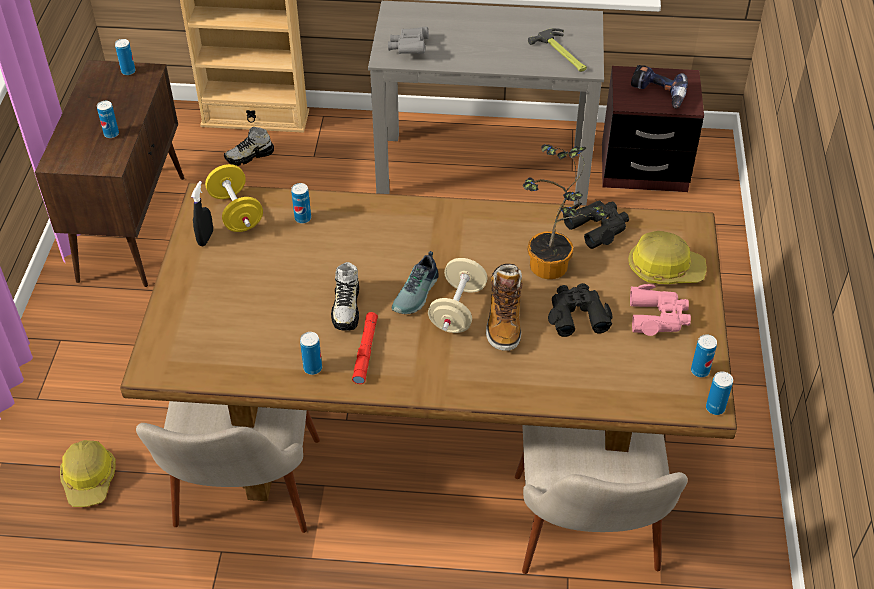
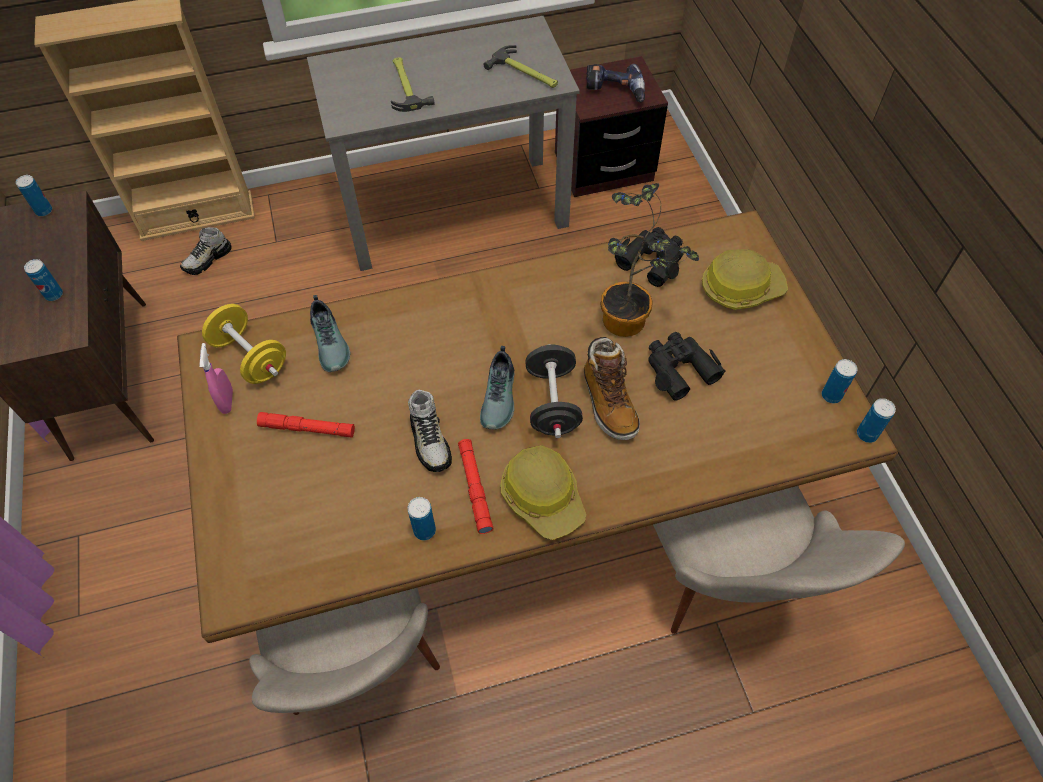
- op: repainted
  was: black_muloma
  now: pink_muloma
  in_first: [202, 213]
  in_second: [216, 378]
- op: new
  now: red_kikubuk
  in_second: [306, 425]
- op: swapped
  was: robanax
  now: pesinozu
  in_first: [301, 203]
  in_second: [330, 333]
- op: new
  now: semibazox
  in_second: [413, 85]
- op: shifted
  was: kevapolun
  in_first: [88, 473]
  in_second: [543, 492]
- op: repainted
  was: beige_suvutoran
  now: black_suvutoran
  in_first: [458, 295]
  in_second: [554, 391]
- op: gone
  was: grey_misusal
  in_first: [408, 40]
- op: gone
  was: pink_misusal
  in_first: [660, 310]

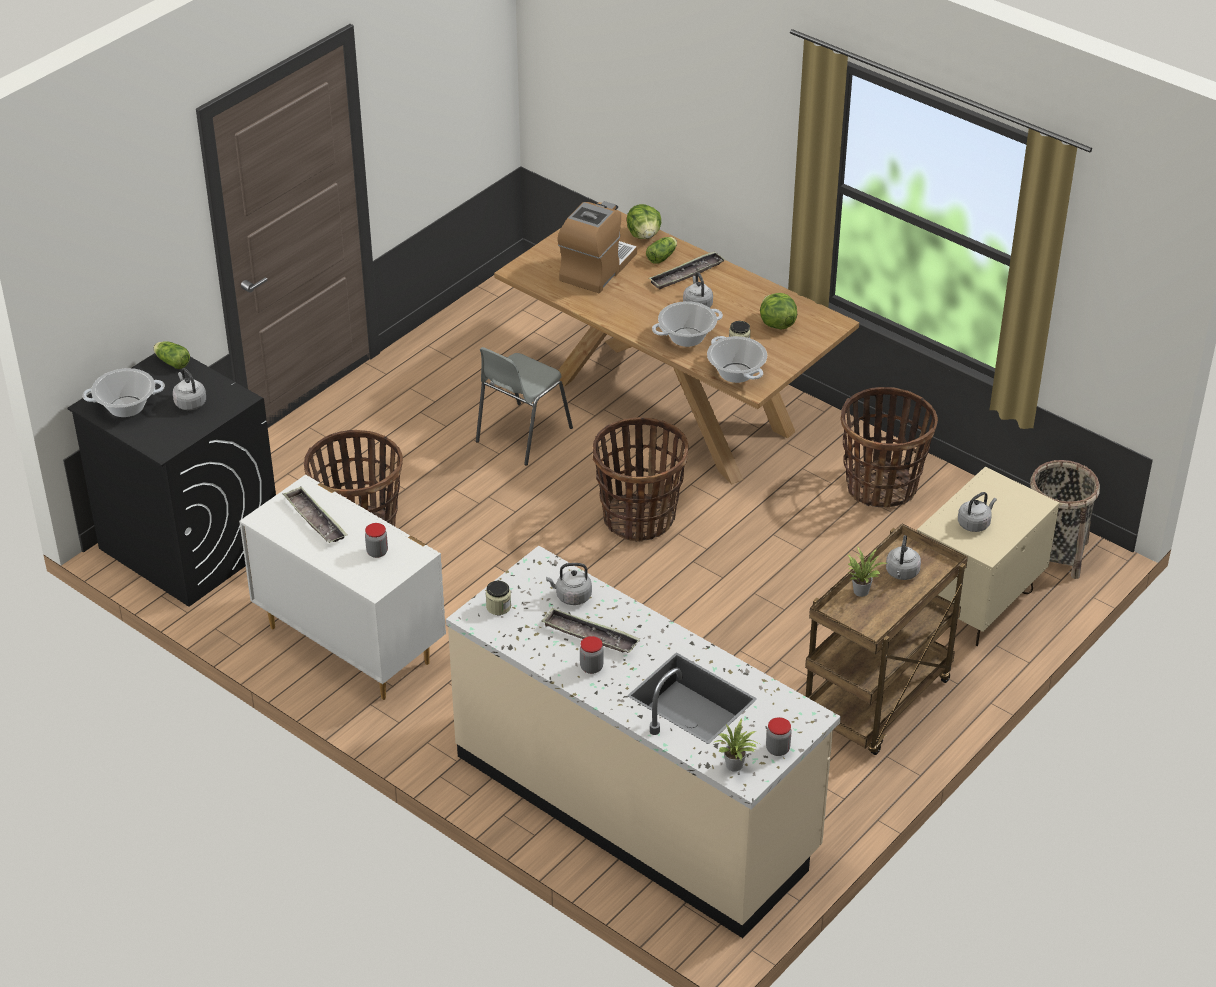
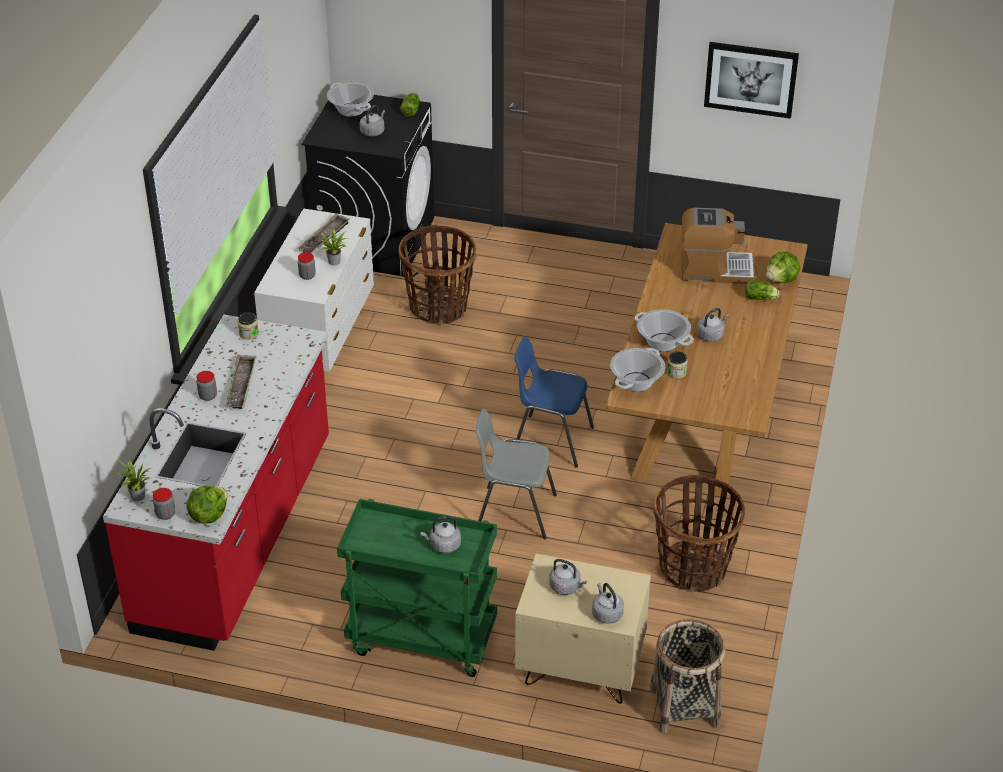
- op: repainted
  was: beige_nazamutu
  now: red_nazamutu
  in_first: [643, 742]
  in_second: [216, 483]
- op: shifted
  was: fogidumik
  in_first: [778, 311]
  in_second: [207, 505]
- op: shifted
  was: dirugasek
  in_first: [867, 572]
  in_second: [334, 247]
- op: repainted
  was: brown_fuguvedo
  now: green_fuguvedo
  in_first: [886, 639]
  in_second: [417, 588]
- op: shifted
  was: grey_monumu
  in_first: [524, 406]
  in_second: [516, 474]
- op: swapped
  was: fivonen
  now: blue_monumu
  in_first: [640, 479]
  in_second: [554, 402]
- op: shifted
  was: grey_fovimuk
  in_first: [569, 584]
  in_second: [608, 603]
- op: new
  now: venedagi
  in_second: [751, 80]
- op: gone
  was: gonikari
  in_first: [687, 270]

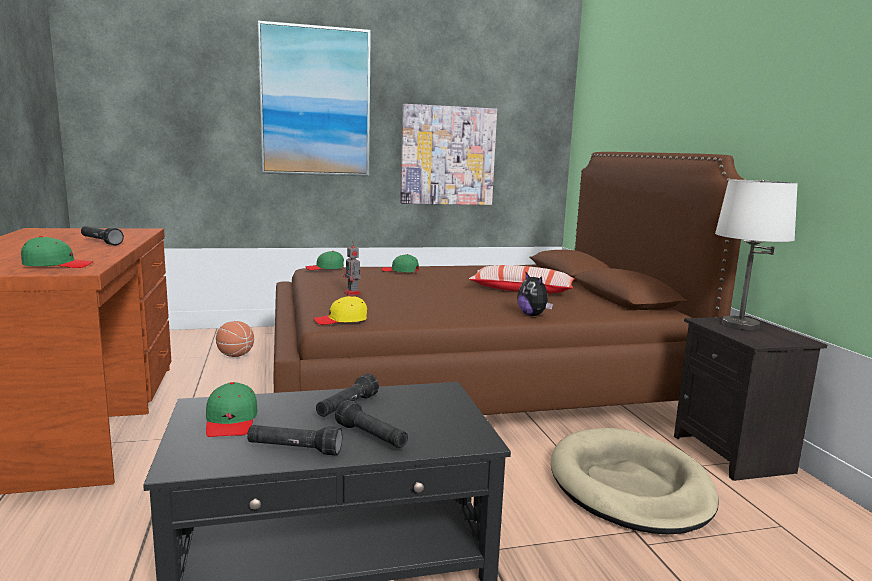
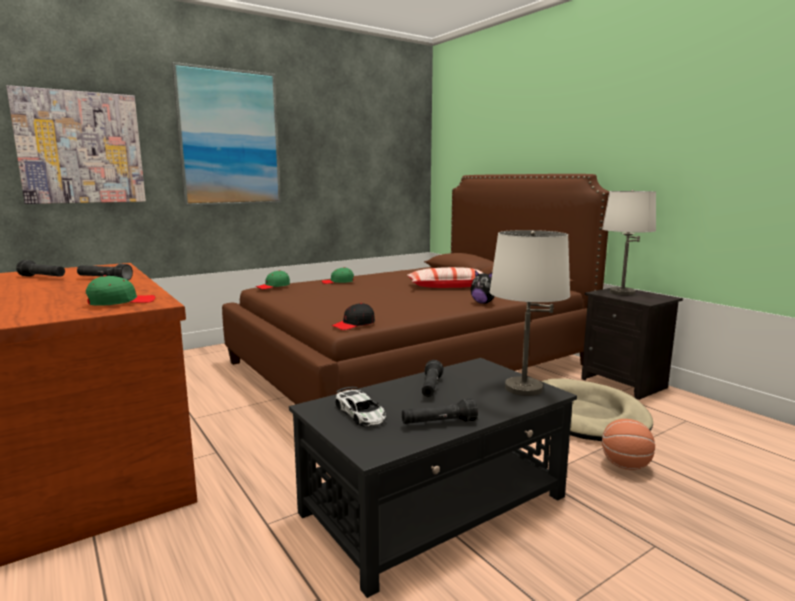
- op: shifted
  was: venedagi
  in_first: [448, 154]
  in_second: [76, 144]
- op: shifted
  was: black_kikubuk
  in_first: [371, 424]
  in_second: [40, 268]
- op: repainted
  was: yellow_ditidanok
  now: black_ditidanok
  in_first: [340, 310]
  in_second: [353, 316]
- op: swapped
  was: green_ditidanok
  now: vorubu
  in_first: [232, 409]
  in_second: [360, 407]
- op: new
  now: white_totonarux
  in_second: [529, 313]
- op: shifted
  was: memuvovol
  in_first: [235, 339]
  in_second: [628, 444]
- op: gone
  was: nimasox
  in_first: [352, 269]

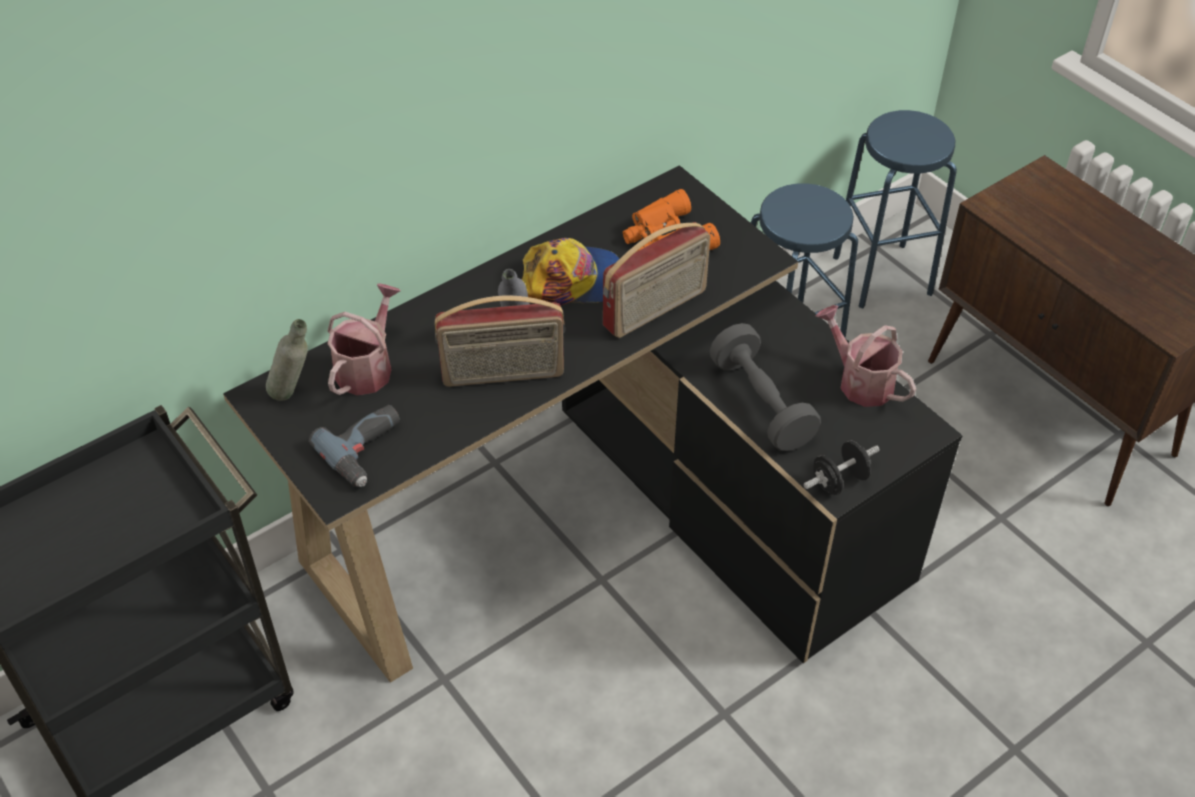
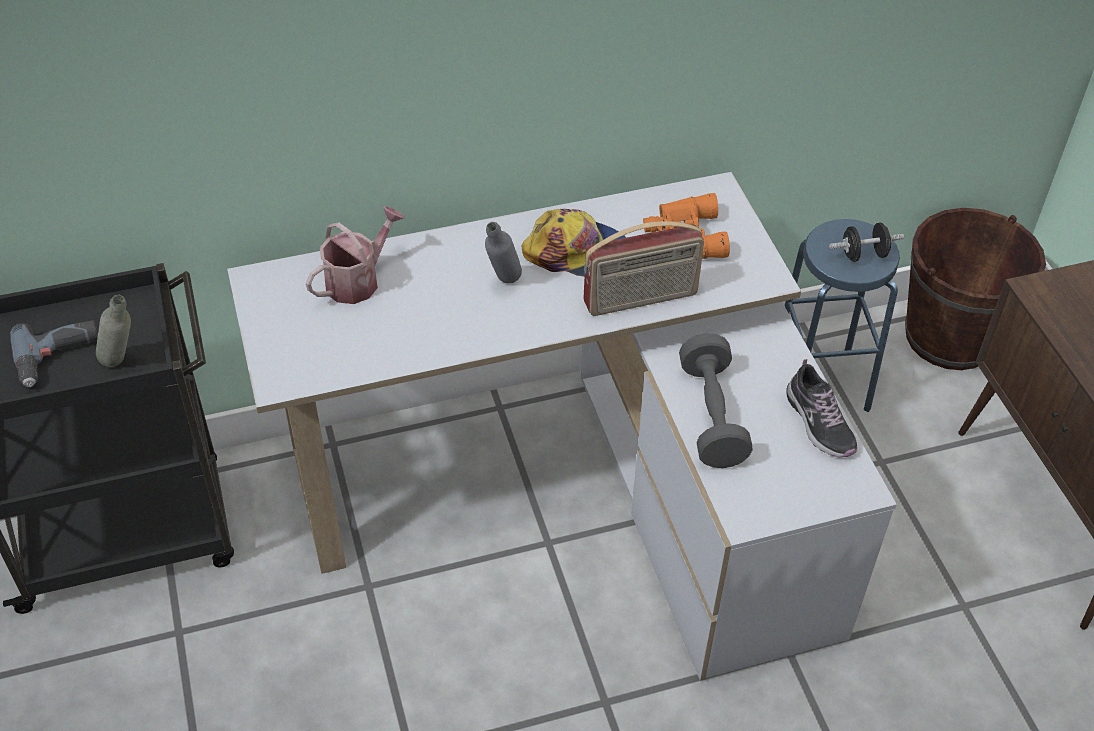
- op: shifted
  was: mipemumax
  in_first: [354, 446]
  in_second: [54, 354]
- op: shifted
  was: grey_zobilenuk
  in_first: [287, 360]
  in_second: [113, 331]
- op: repainted
  was: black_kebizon
  now: white_kebizon
  in_first: [593, 424]
  in_second: [562, 426]
- op: swapped
  was: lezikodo
  now: pesinozu
  in_first: [865, 356]
  in_second: [821, 408]
- op: shifted
  was: black_suvutoran
  in_first: [841, 467]
  in_second: [866, 242]
- op: swapped
  was: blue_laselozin
  now: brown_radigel
  in_first: [895, 209]
  in_second: [975, 289]
- op: gone
  was: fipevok
  in_first: [500, 341]

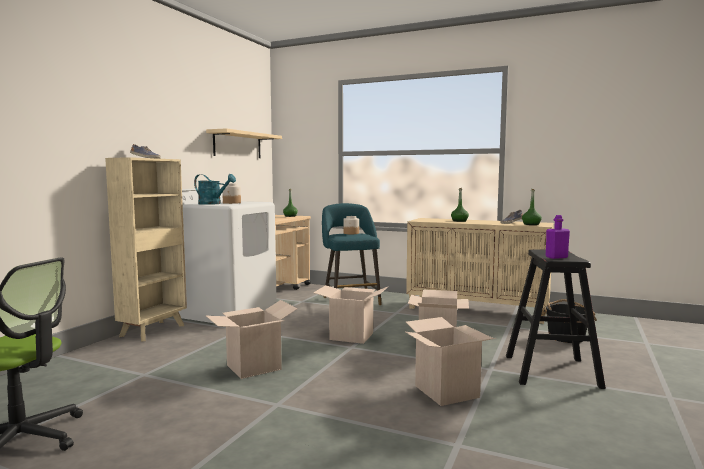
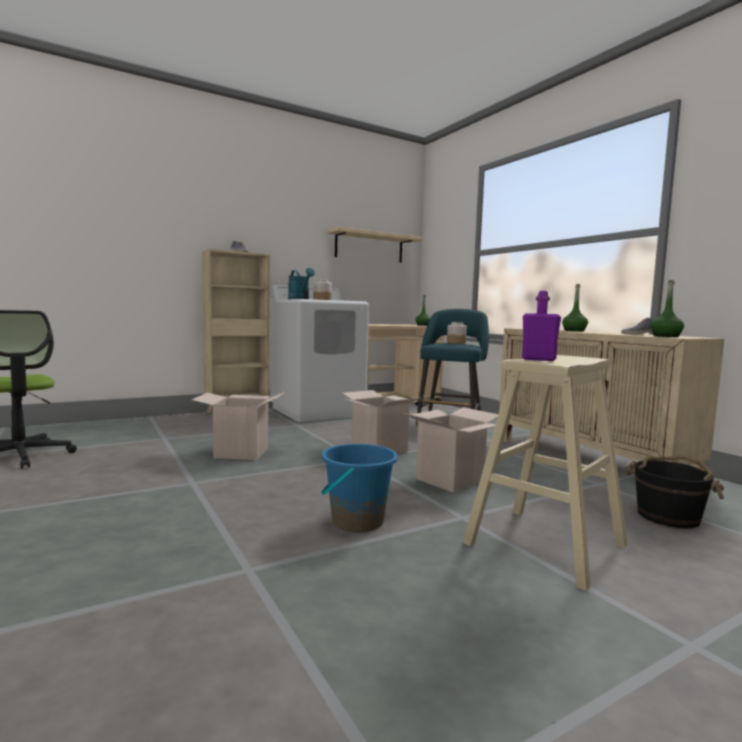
- op: swapped
  was: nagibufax
  now: blue_radigel
  in_first: [450, 361]
  in_second: [359, 488]
- op: repainted
  was: black_laselozin
  now: beige_laselozin
  in_first: [556, 319]
  in_second: [545, 473]

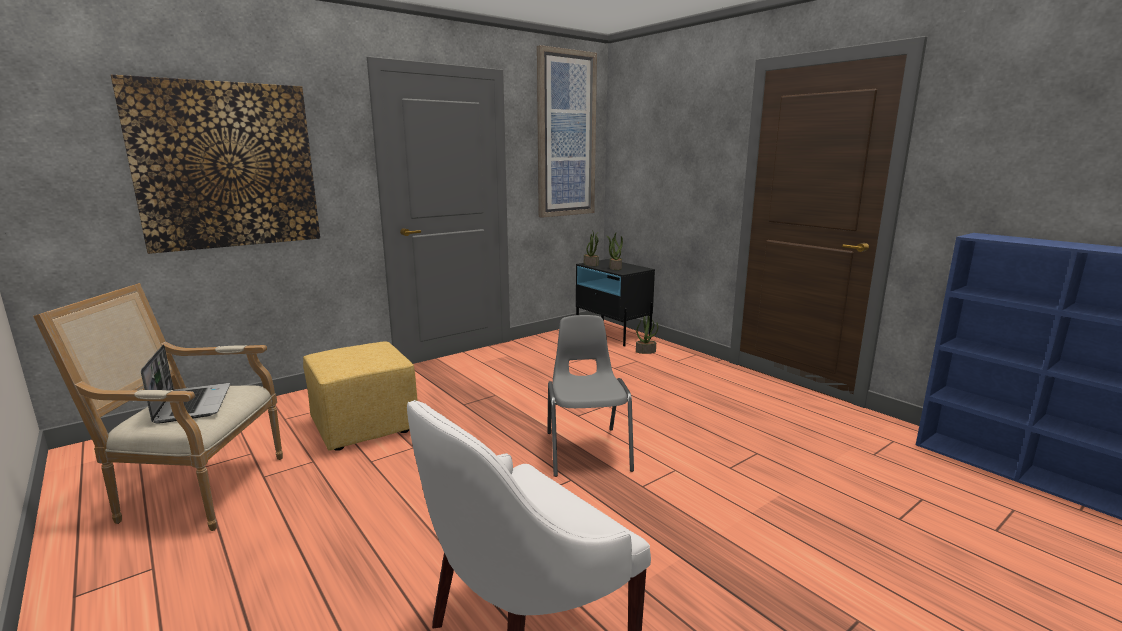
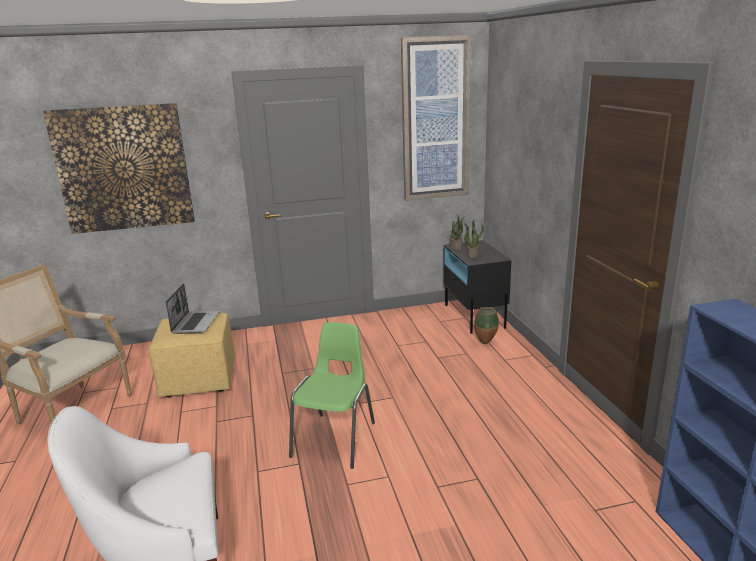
- op: shifted
  was: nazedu
  in_first: [185, 384]
  in_second: [193, 308]
- op: repainted
  was: grey_monumu
  now: green_monumu
  in_first: [590, 396]
  in_second: [332, 395]
- op: swapped
  was: dirugasek
  now: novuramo
  in_first: [647, 335]
  in_second: [486, 325]

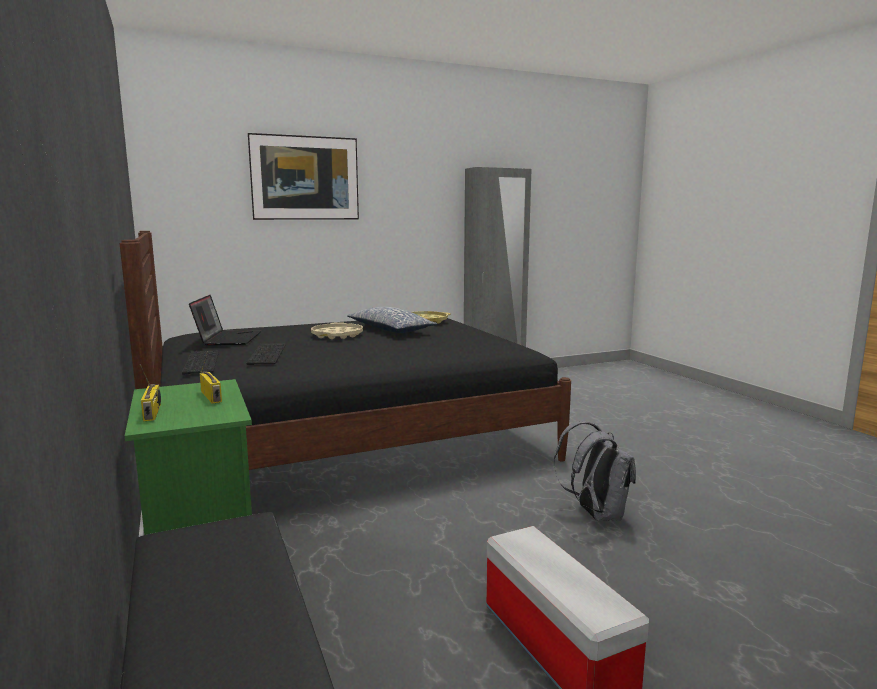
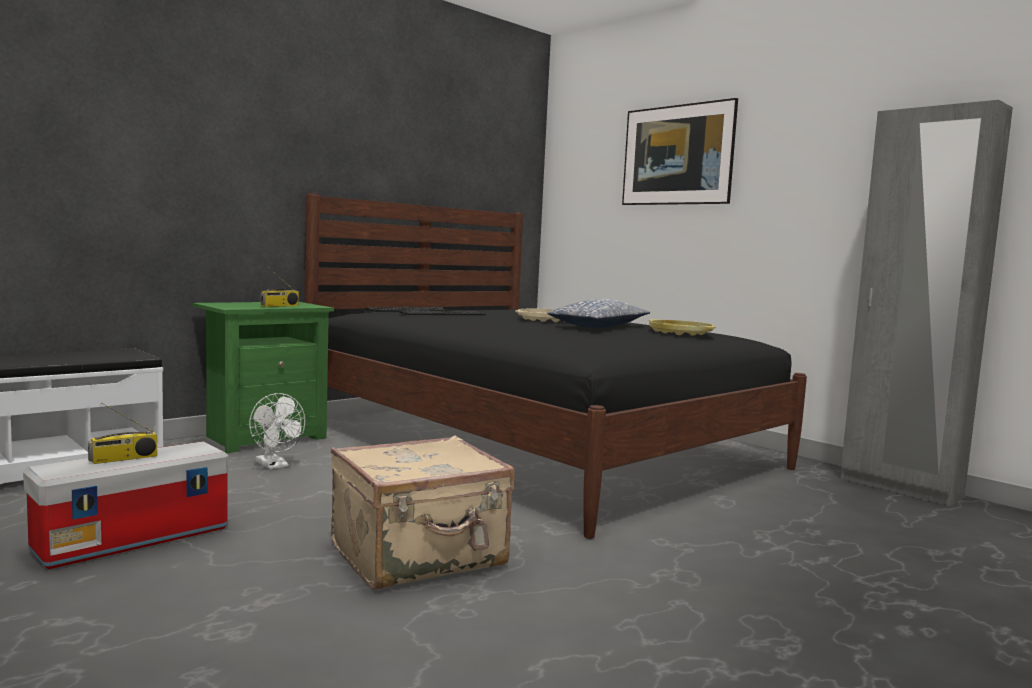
- op: shifted
  was: fipevok
  in_first: [150, 392]
  in_second: [122, 433]
- op: new
  now: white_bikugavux
  in_second: [277, 431]
- op: swapped
  was: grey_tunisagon
  now: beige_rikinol
  in_first: [595, 471]
  in_second: [423, 512]
- op: gone
  was: nazedu
  in_first: [225, 320]

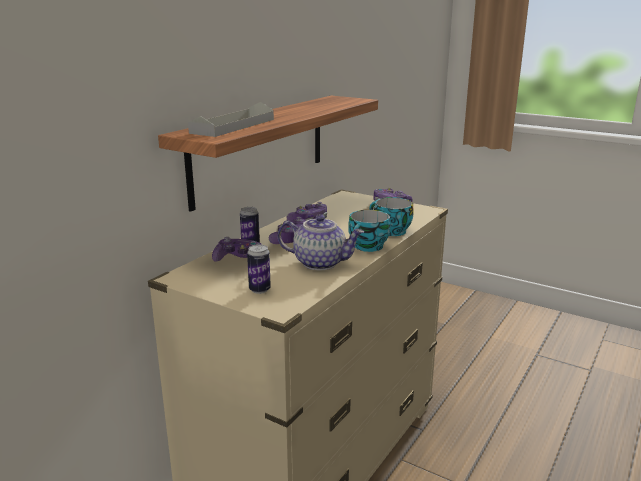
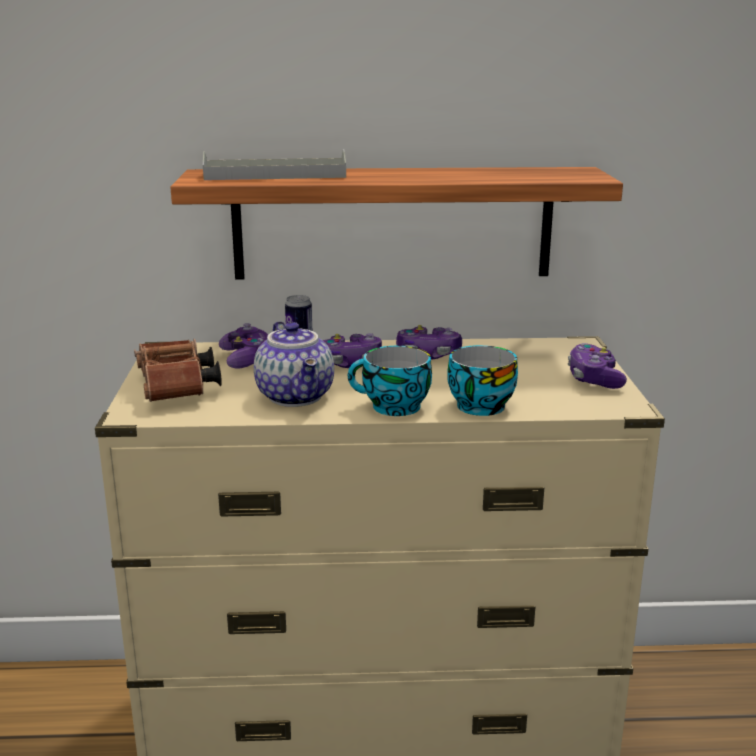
- op: swapped
  was: robanax
  now: brown_misusal
  in_first: [259, 269]
  in_second: [178, 370]

